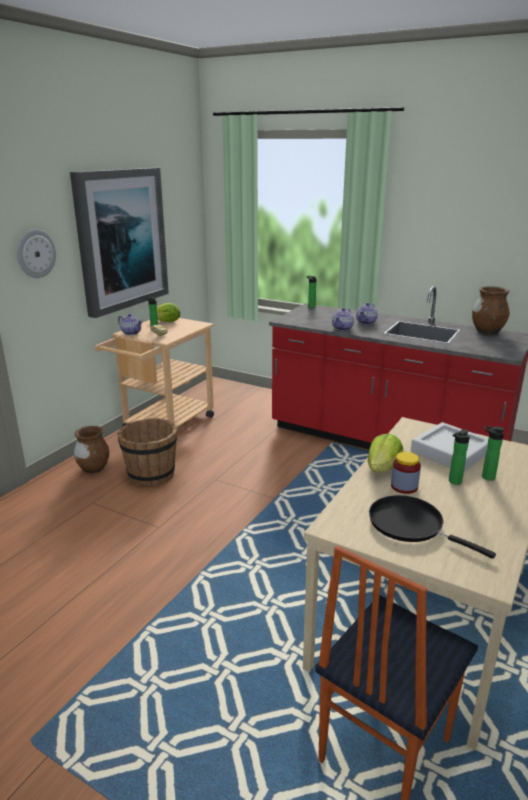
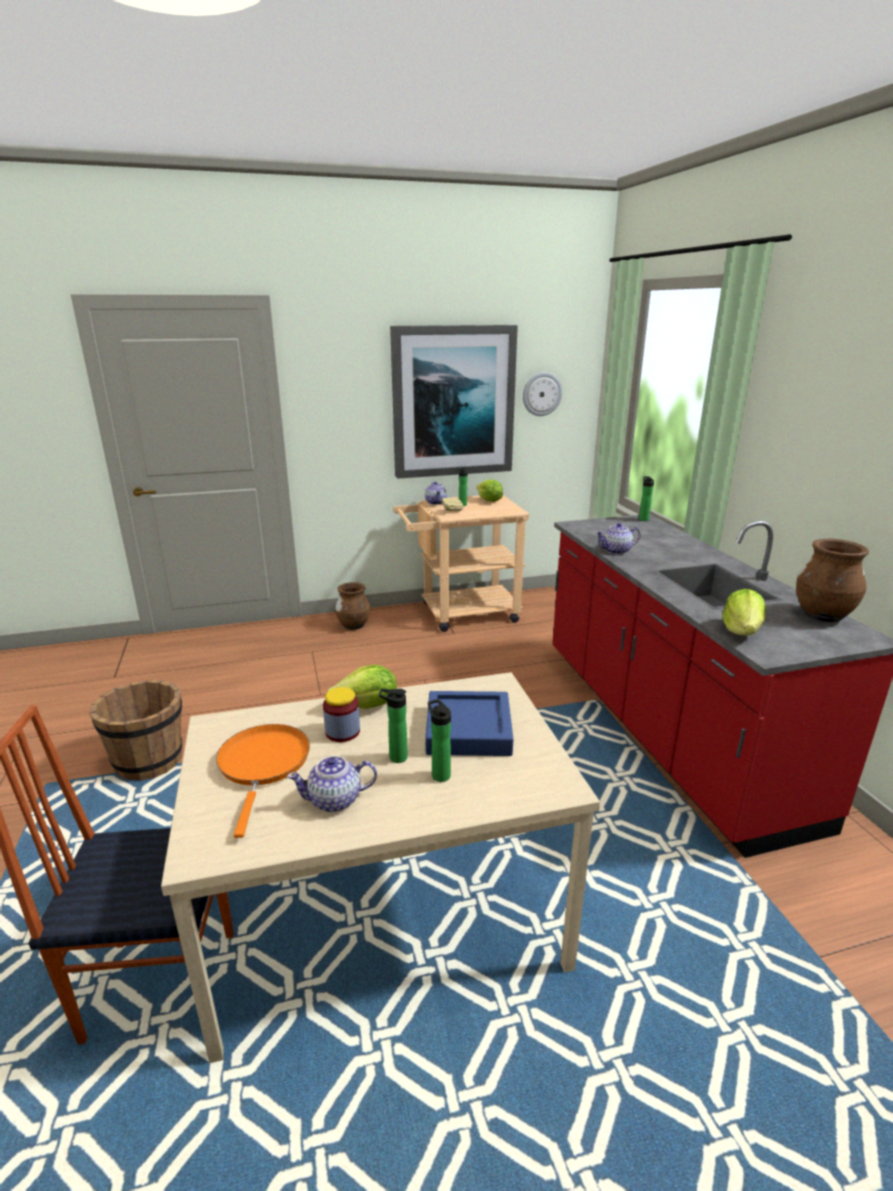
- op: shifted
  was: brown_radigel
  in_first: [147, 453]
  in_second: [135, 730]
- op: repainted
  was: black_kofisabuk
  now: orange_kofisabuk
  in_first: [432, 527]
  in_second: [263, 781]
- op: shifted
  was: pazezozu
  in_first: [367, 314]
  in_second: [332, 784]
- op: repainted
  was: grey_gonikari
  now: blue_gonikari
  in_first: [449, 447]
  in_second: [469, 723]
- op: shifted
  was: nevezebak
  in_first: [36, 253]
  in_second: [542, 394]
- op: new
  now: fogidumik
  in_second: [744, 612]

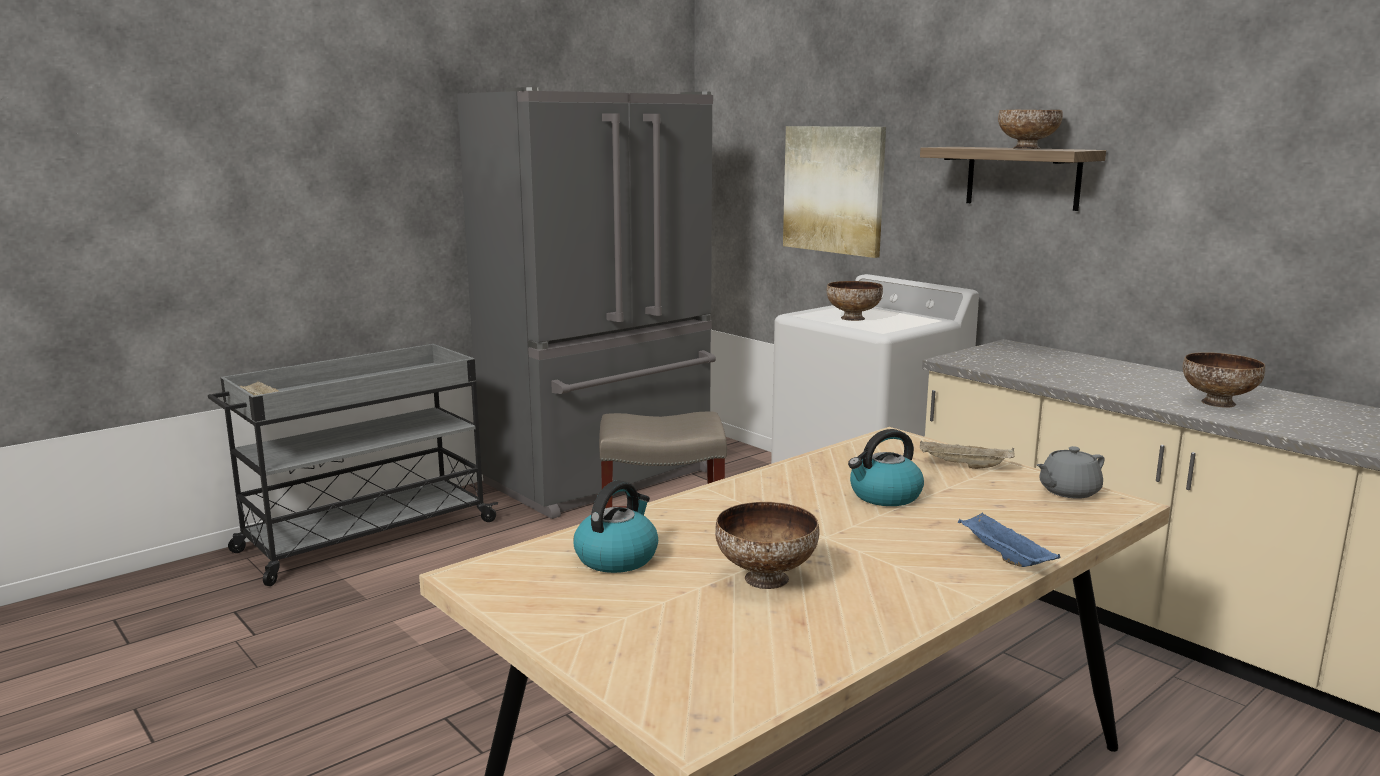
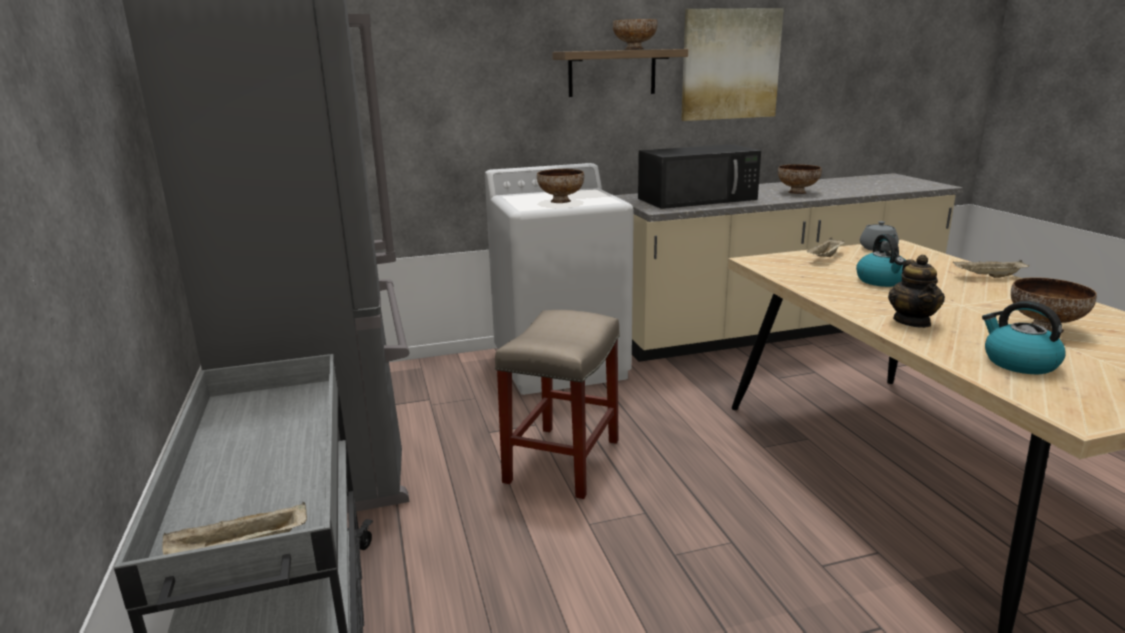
- op: new
  now: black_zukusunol
  in_second: [699, 176]
- op: shifted
  was: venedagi
  in_first: [834, 192]
  in_second: [732, 64]
- op: new
  now: pazezozu
  in_second: [916, 291]
- op: repainted
  was: blue_gonikari
  now: beige_gonikari
  in_first: [1009, 539]
  in_second: [991, 269]

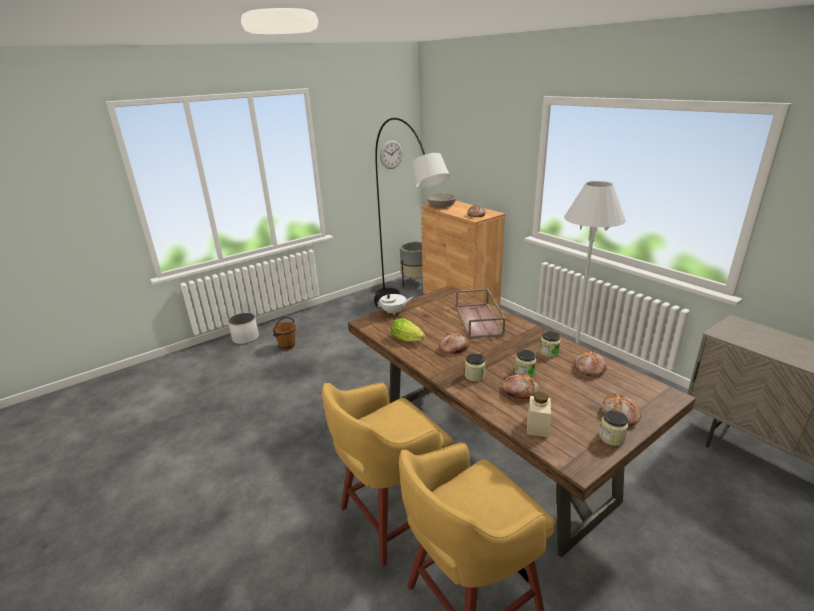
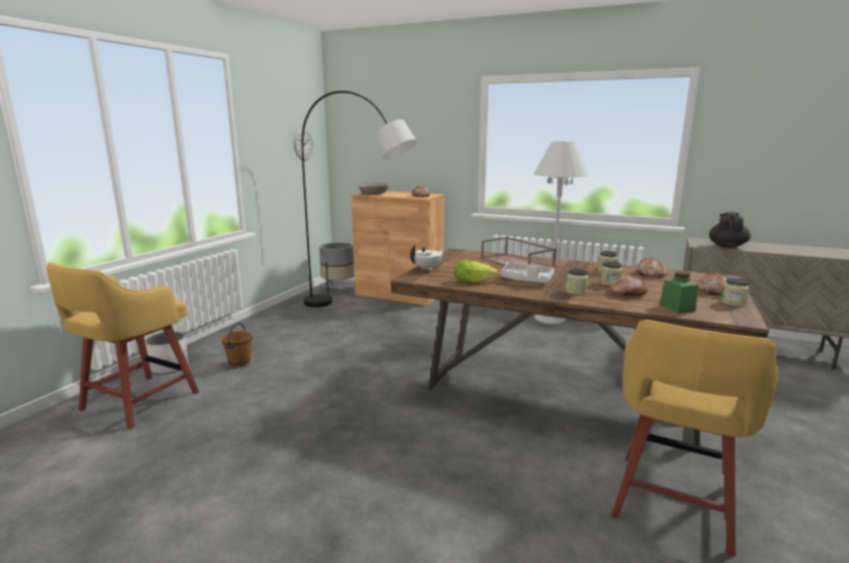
- op: shifted
  was: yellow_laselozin
  in_first: [387, 474]
  in_second: [123, 345]
- op: swapped
  was: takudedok
  now: grey_gonikari
  in_first: [454, 343]
  in_second: [527, 273]
- op: repainted
  was: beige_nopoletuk
  now: green_nopoletuk
  in_first: [539, 414]
  in_second: [679, 292]
- op: new
  now: black_pazezozu
  in_second: [730, 230]

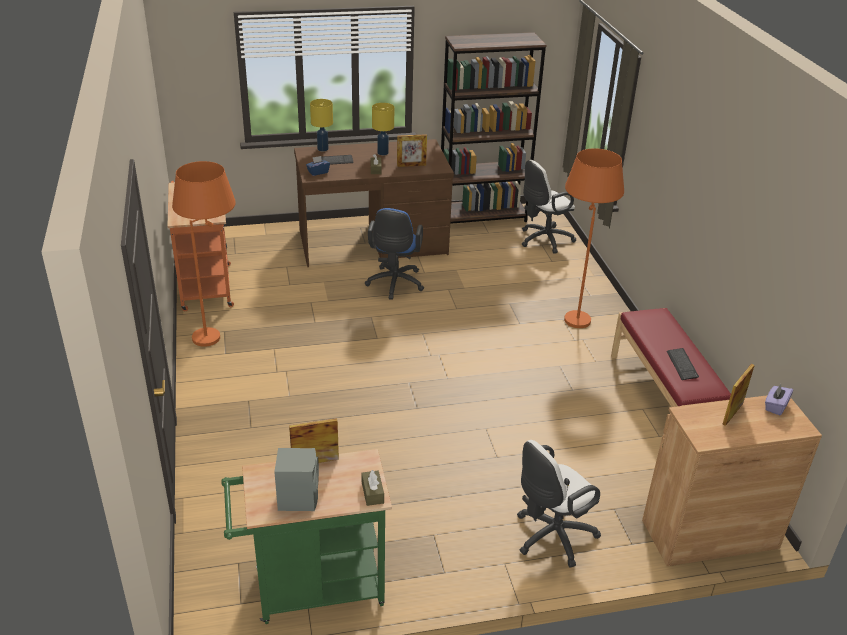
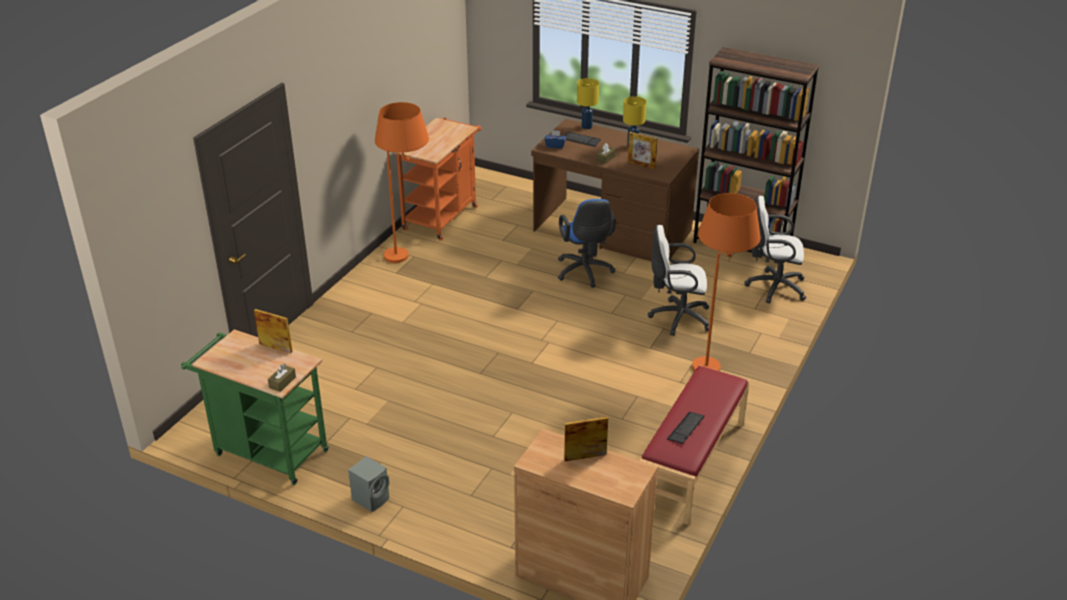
- op: shifted
  was: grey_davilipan
  in_first: [296, 479]
  in_second: [368, 484]
- op: rotated
  was: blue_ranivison
  in_first: [394, 254]
  in_second: [587, 243]
  clockwise: -60
- op: shifted
  was: white_ranivison
  in_first: [559, 503]
  in_second: [678, 280]
- op: gone
  was: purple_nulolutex
  in_first: [779, 400]

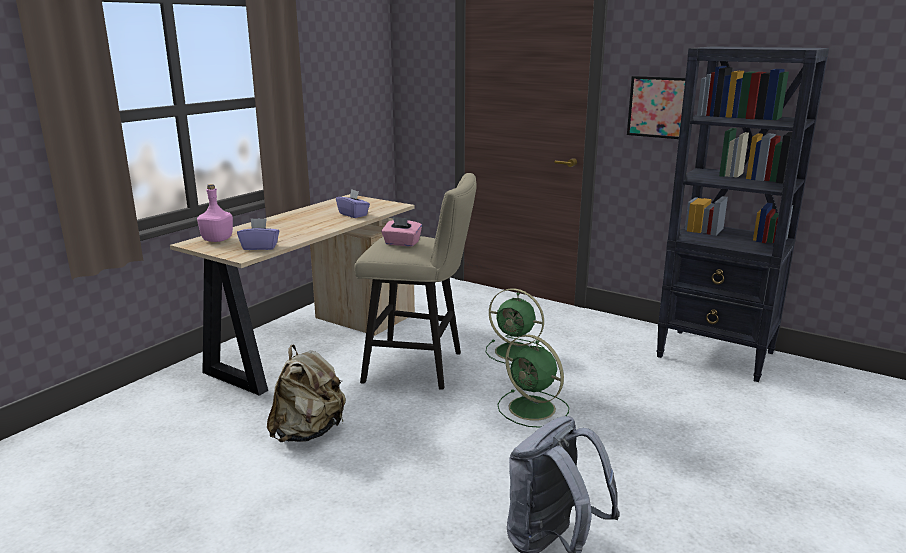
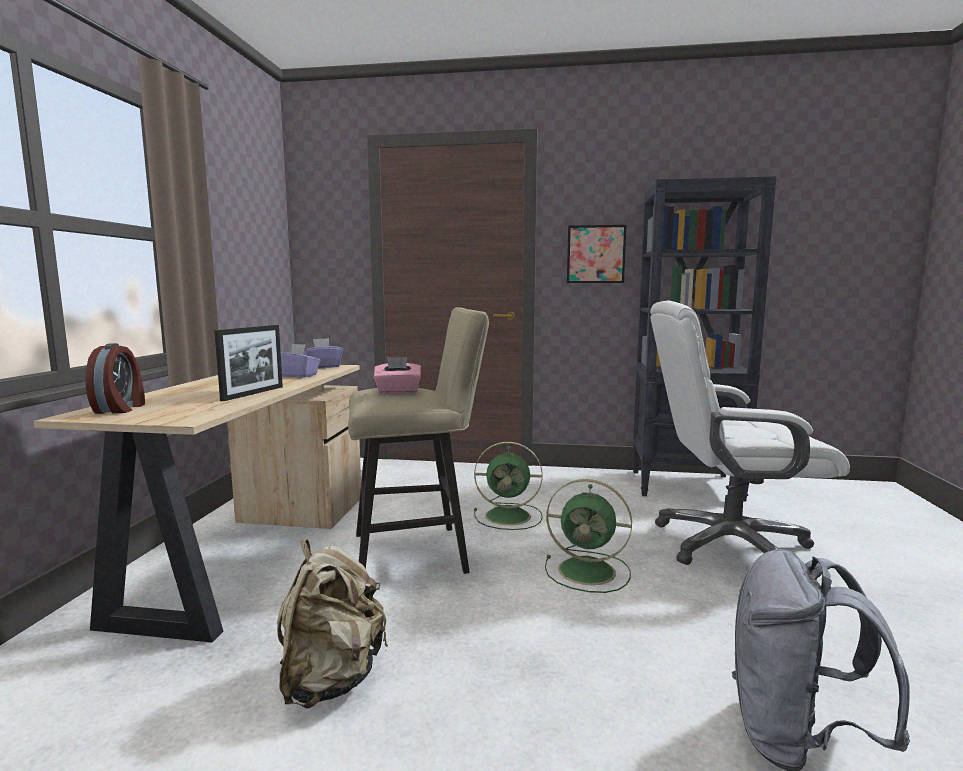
- op: swapped
  was: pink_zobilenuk
  now: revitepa
  in_first: [215, 213]
  in_second: [115, 378]
- op: new
  now: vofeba
  in_second: [248, 363]
- op: shifted
  was: purple_nulolutex
  in_first: [258, 234]
  in_second: [323, 353]
- op: new
  now: white_ranivison
  in_second: [750, 433]

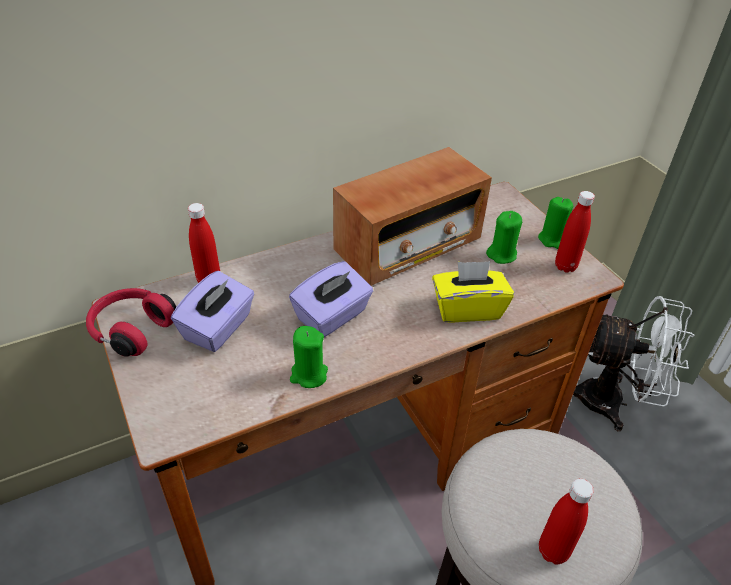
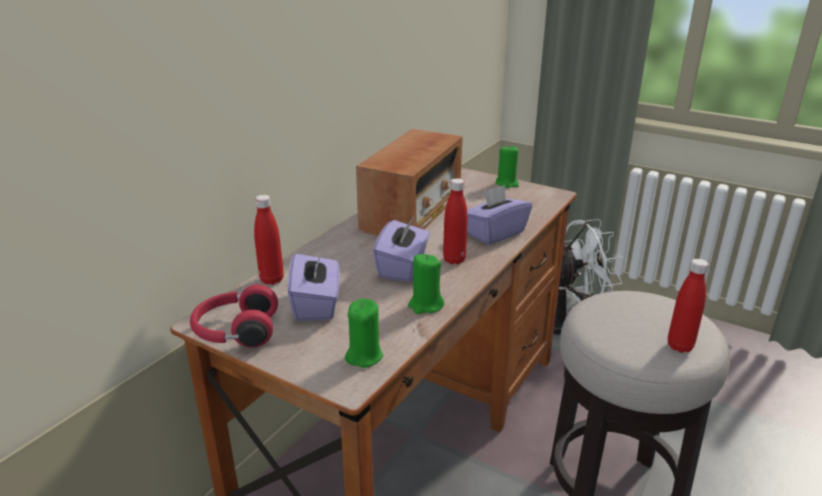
- op: shifted
  was: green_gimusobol
  in_first: [504, 237]
  in_second: [364, 333]
- op: shifted
  was: red_zobilenuk
  in_first: [575, 232]
  in_second: [455, 221]
- op: repainted
  was: yellow_nulolutex
  now: purple_nulolutex
  in_first: [473, 292]
  in_second: [499, 215]

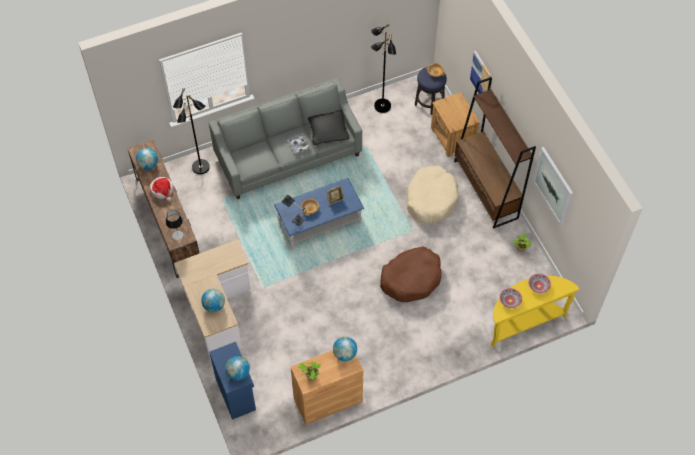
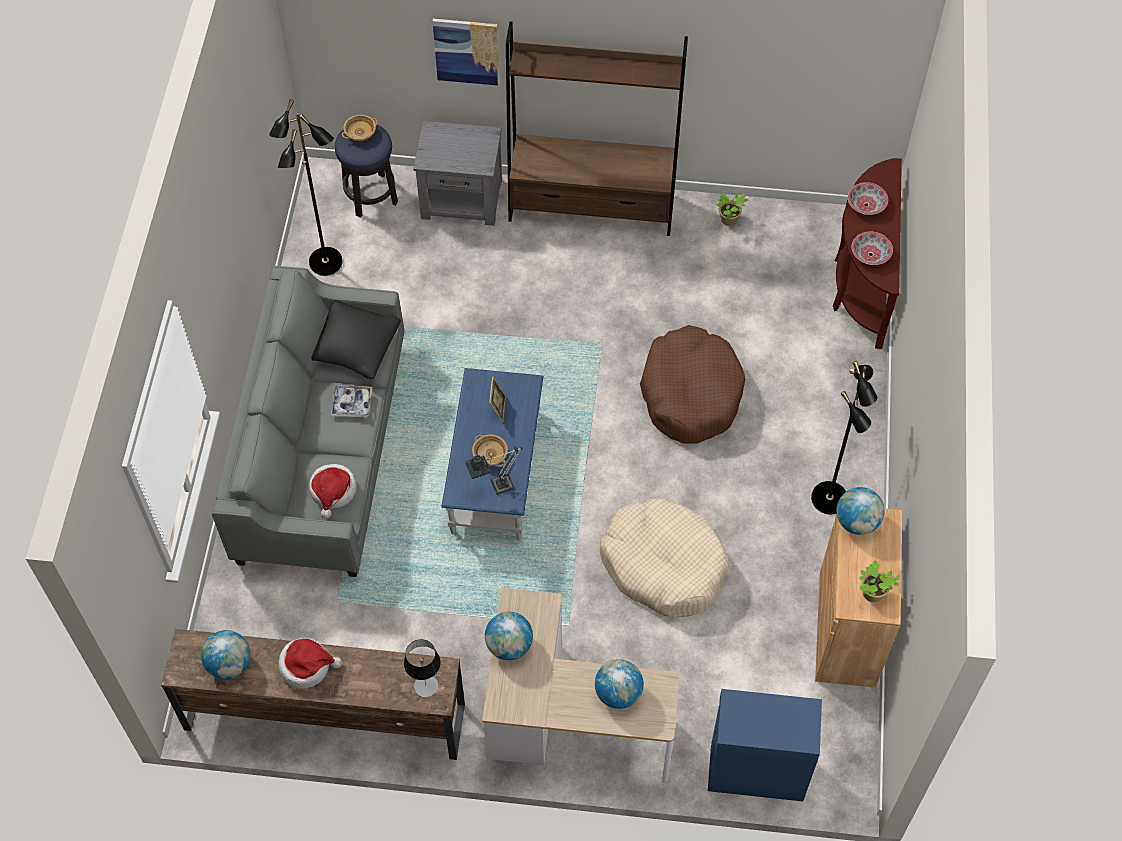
- op: new
  now: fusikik
  in_second: [333, 491]
- op: repainted
  was: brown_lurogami
  now: grey_lurogami
  in_first: [455, 124]
  in_second: [457, 173]
- op: shifted
  was: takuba
  in_first: [237, 368]
  in_second: [509, 636]
- op: shifted
  was: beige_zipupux
  in_first: [433, 195]
  in_second: [664, 558]
- op: shifted
  was: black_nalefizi
  in_first: [191, 131]
  in_second: [844, 437]
- op: repainted
  was: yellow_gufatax
  now: brown_gufatax
  in_first: [535, 312]
  in_second: [867, 253]
- op: gone
  was: venedagi
  in_first: [553, 186]

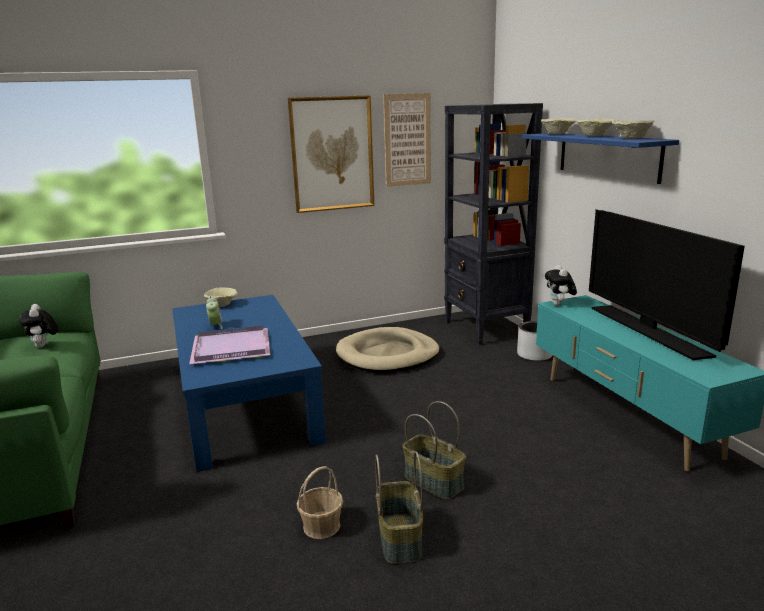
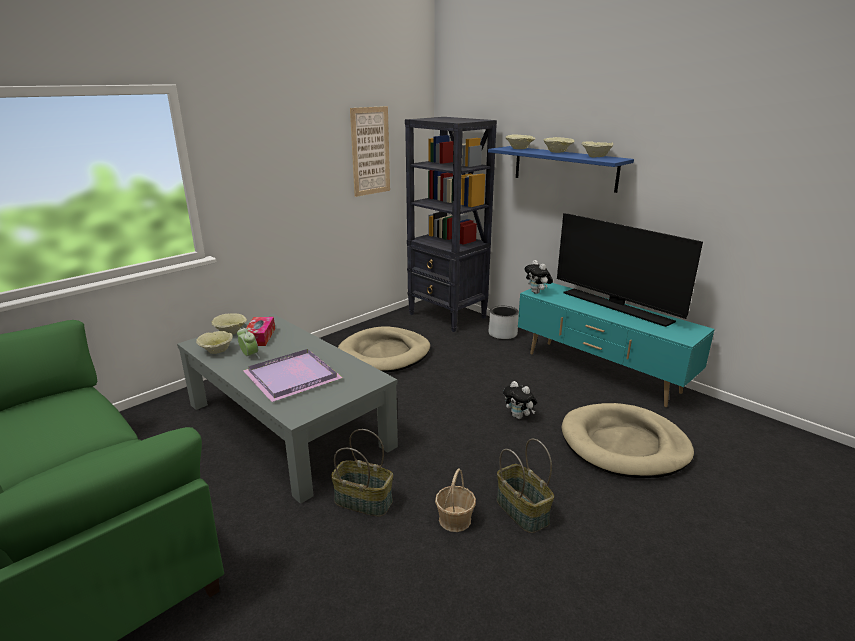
- op: repainted
  was: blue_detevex
  now: grey_detevex
  in_first: [249, 383]
  in_second: [287, 409]
- op: new
  now: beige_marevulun
  in_second: [214, 342]
- op: new
  now: nulolutex
  in_second: [260, 331]
- op: shifted
  was: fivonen
  in_first: [434, 450]
  in_second: [362, 473]
- op: shifted
  was: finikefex
  in_first: [38, 326]
  in_second: [520, 400]
- op: new
  now: beige_zipupux
  in_second: [628, 440]
- op: gone
  was: venedagi
  in_first: [331, 154]

